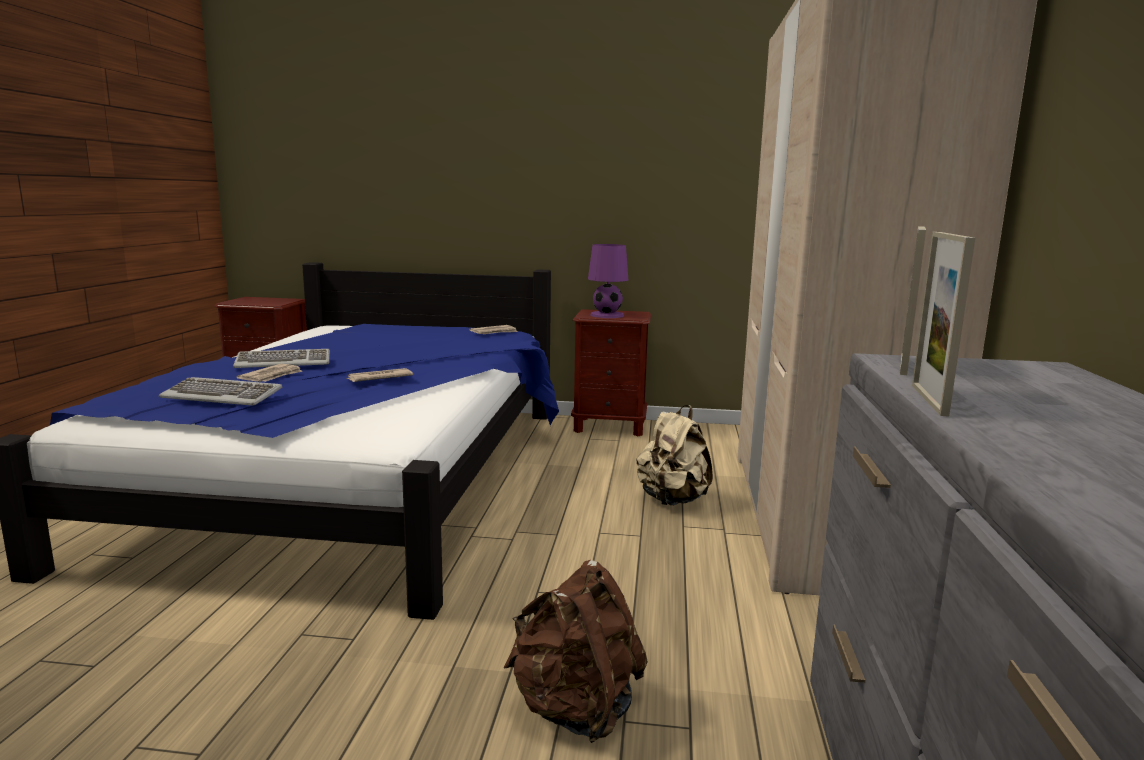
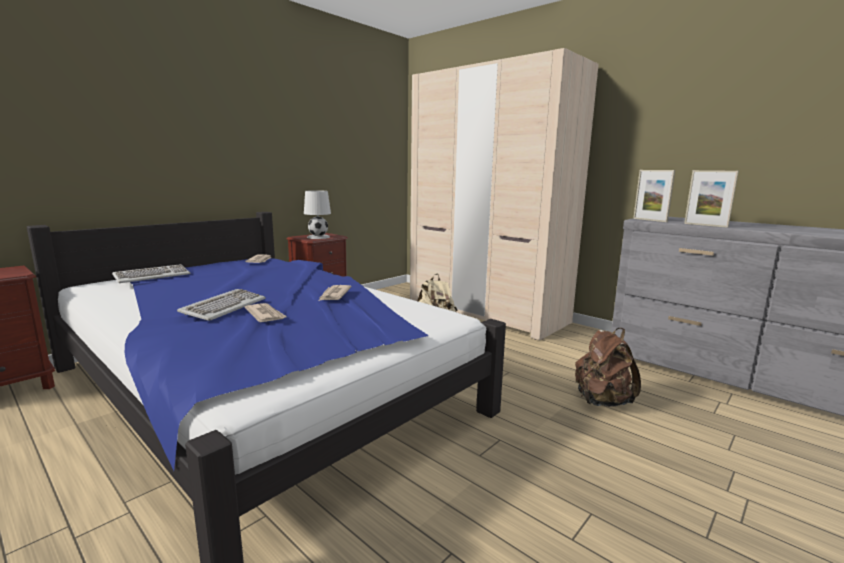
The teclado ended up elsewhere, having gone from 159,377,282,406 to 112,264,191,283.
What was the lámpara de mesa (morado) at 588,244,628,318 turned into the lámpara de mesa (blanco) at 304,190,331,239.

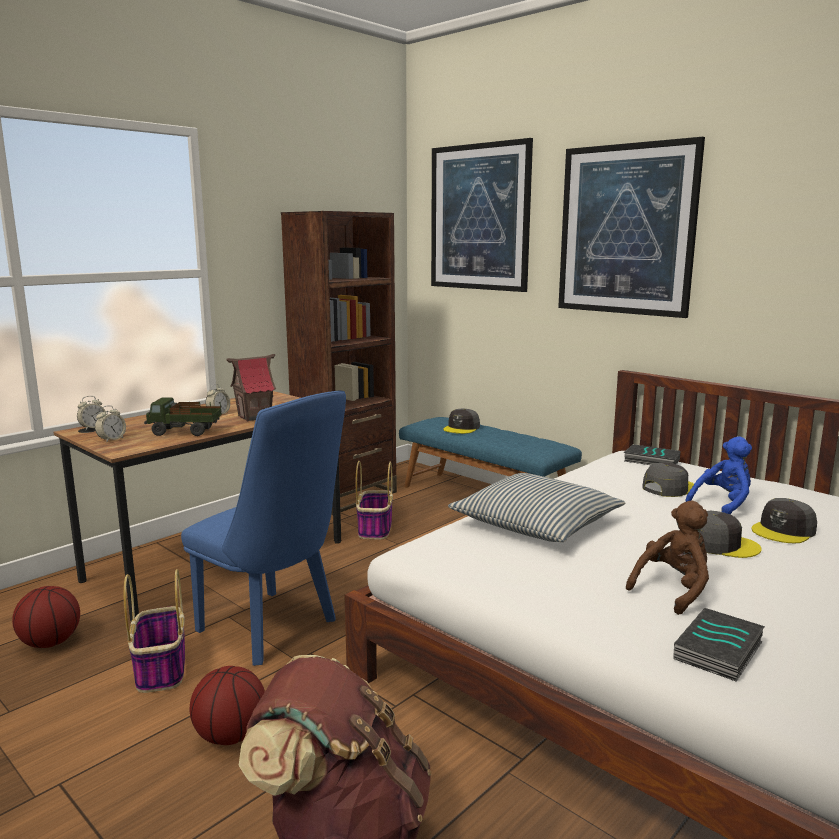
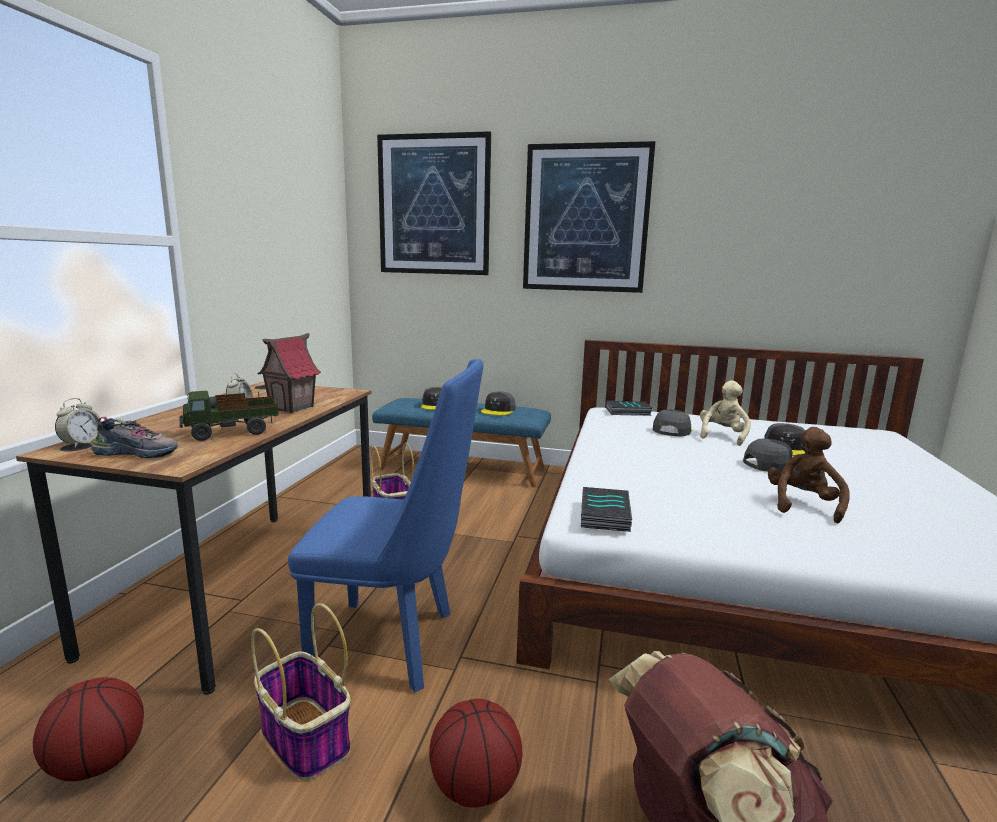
The second view lost the estantería (marrón) at 281,211,397,515.
The second view lost the cojín at 448,473,626,542.
The second view gained the gorra (gris) at 481,391,516,416.
The libro ended up elsewhere, having gone from 673,608,765,682 to 581,487,632,532.
Where the despertador stood at 95,405,126,443, the zapato came to stand at 90,417,178,458.
What was the peluche (azul) at 685,436,752,514 turned into the peluche (beis) at 700,380,751,446.

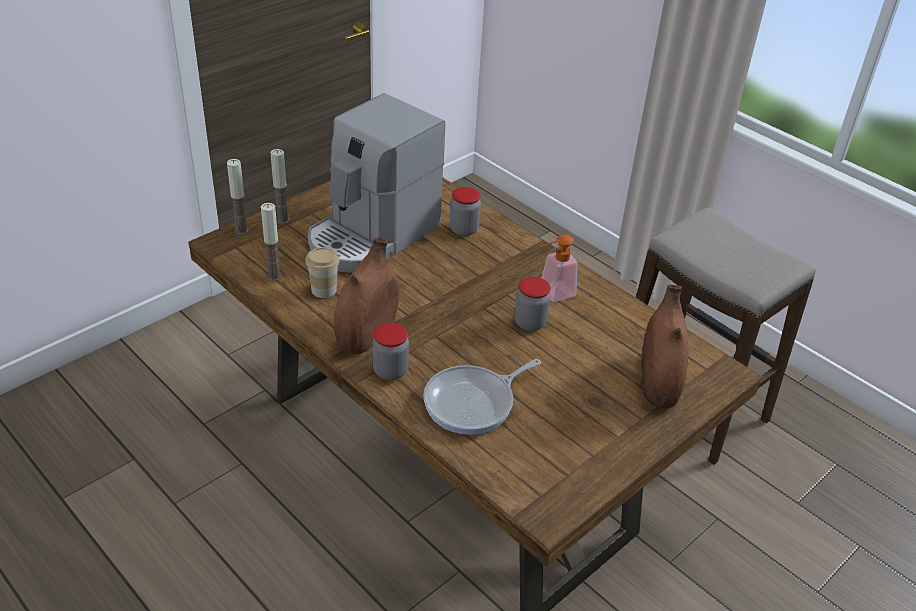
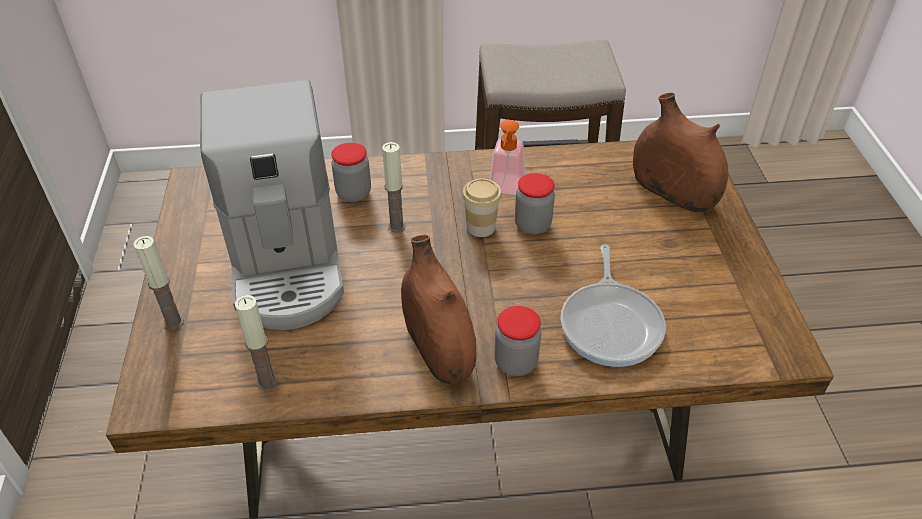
The vela ended up elsewhere, having gone from 227,159,249,235 to 382,142,405,233.
The taza ended up elsewhere, having gone from 305,247,340,298 to 462,178,502,237.

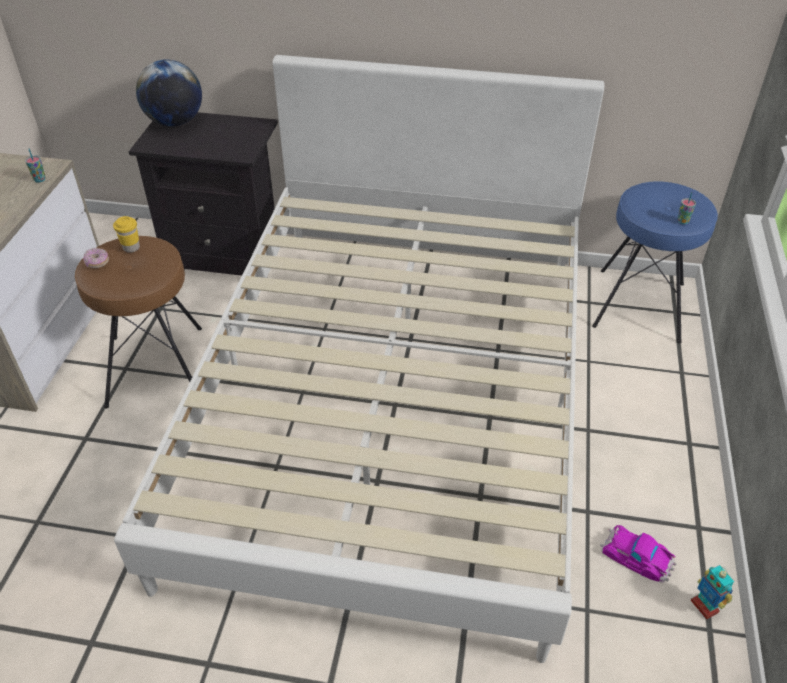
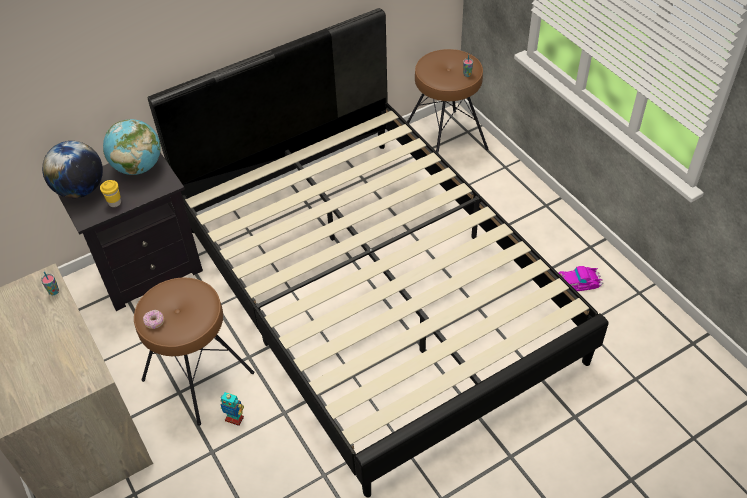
The second view gained the globo terráqueo at 103,119,161,175.
The taza (amarillo) ended up elsewhere, having gone from 113,216,140,253 to 100,180,121,207.
The robot de juguete ended up elsewhere, having gone from 691,565,734,620 to 221,392,244,426.
What was the cama (blanco) at 114,55,604,663 turned into the cama (negro) at 147,8,609,498.
What was the taburete (azul) at 592,181,718,343 turned into the taburete (marrón) at 407,49,489,154.

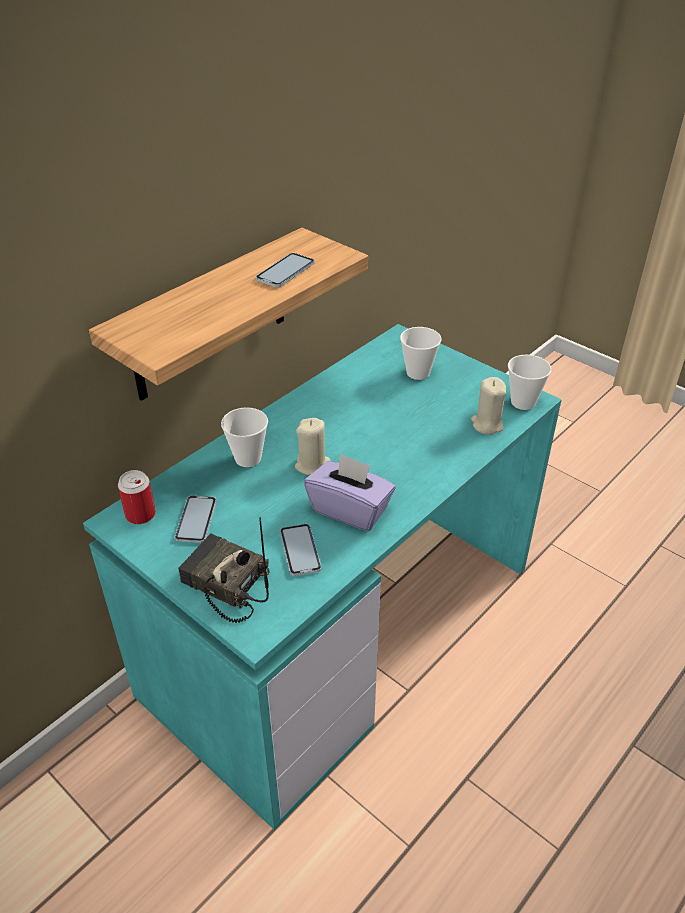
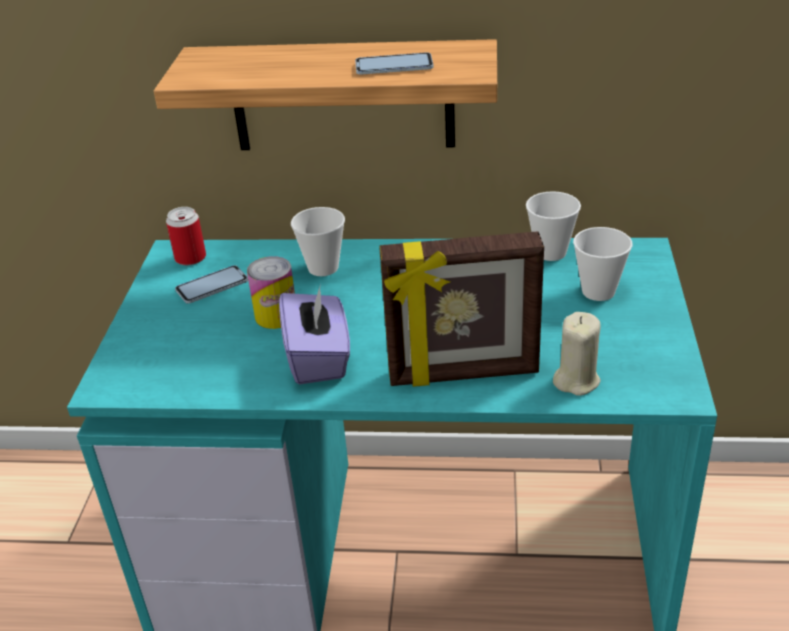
The second view lost the radio at 178,517,270,623.
The second view lost the móvil at 280,524,322,576.
The second view lost the vela (beis) at 295,418,331,475.
The second view gained the lata at 247,256,295,329.
The second view gained the portarretratos at 379,231,544,387.
The taza ended up elsewhere, having gone from 508,355,552,410 to 526,191,581,261.

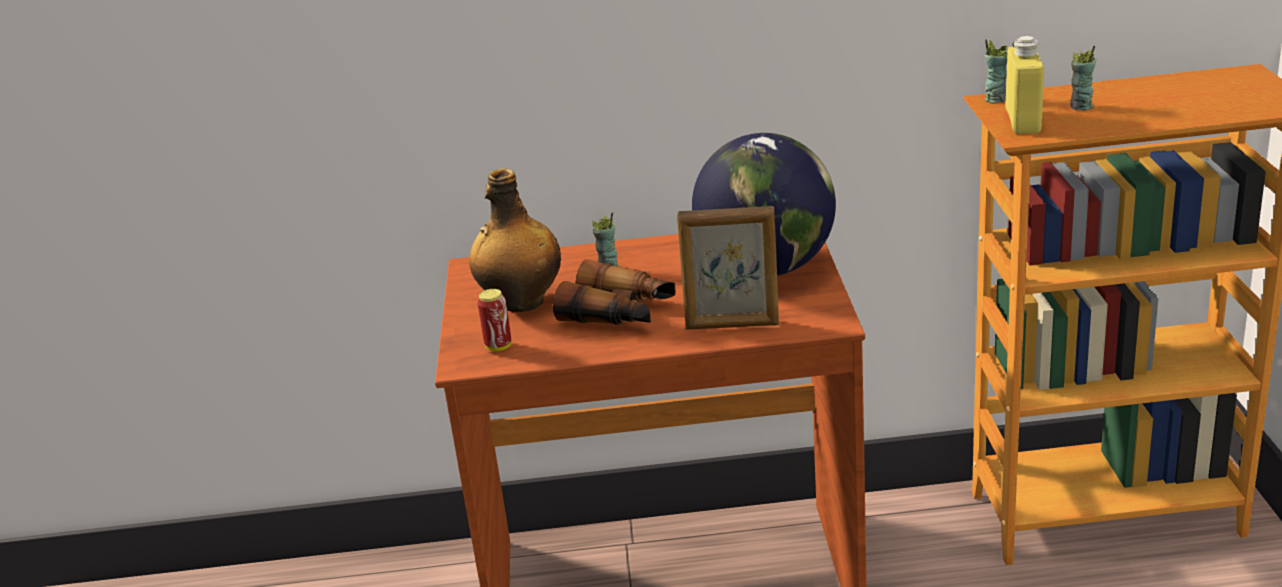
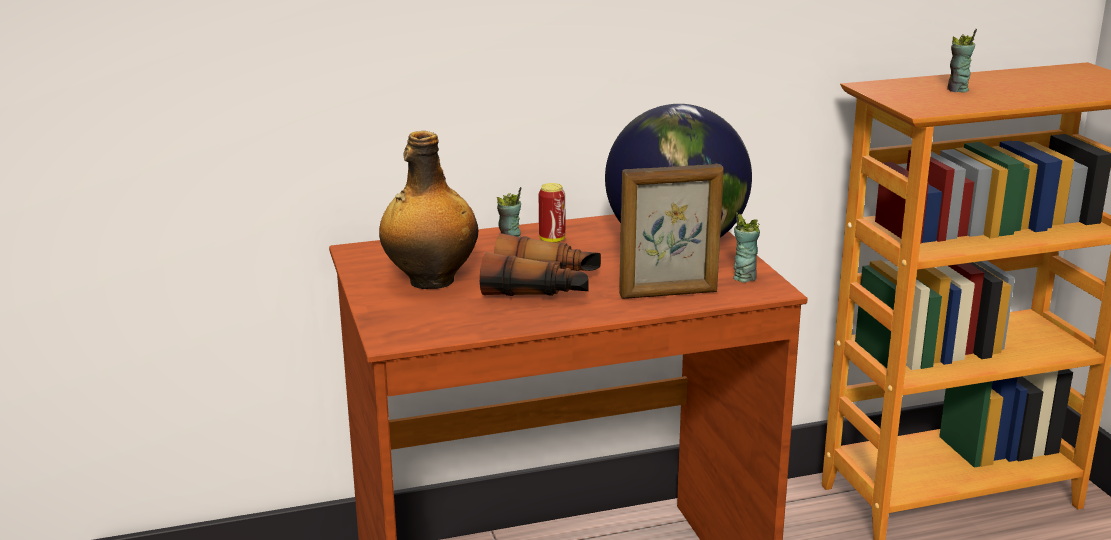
The second view lost the botella (amarillo) at 1006,36,1044,134.
The lata ended up elsewhere, having gone from 477,289,512,351 to 539,183,565,243.
The taza ended up elsewhere, having gone from 985,39,1007,104 to 733,212,760,283.

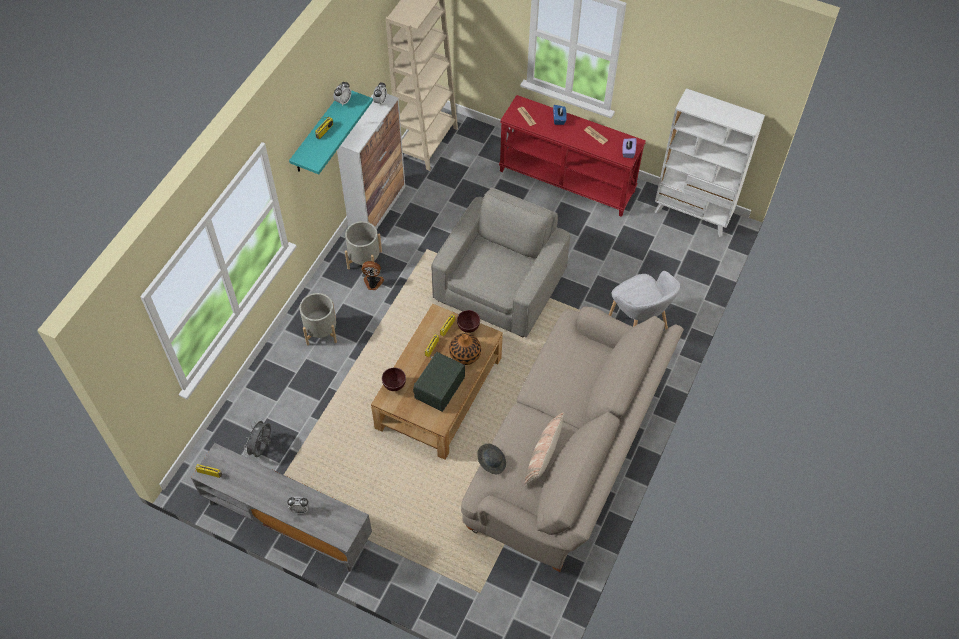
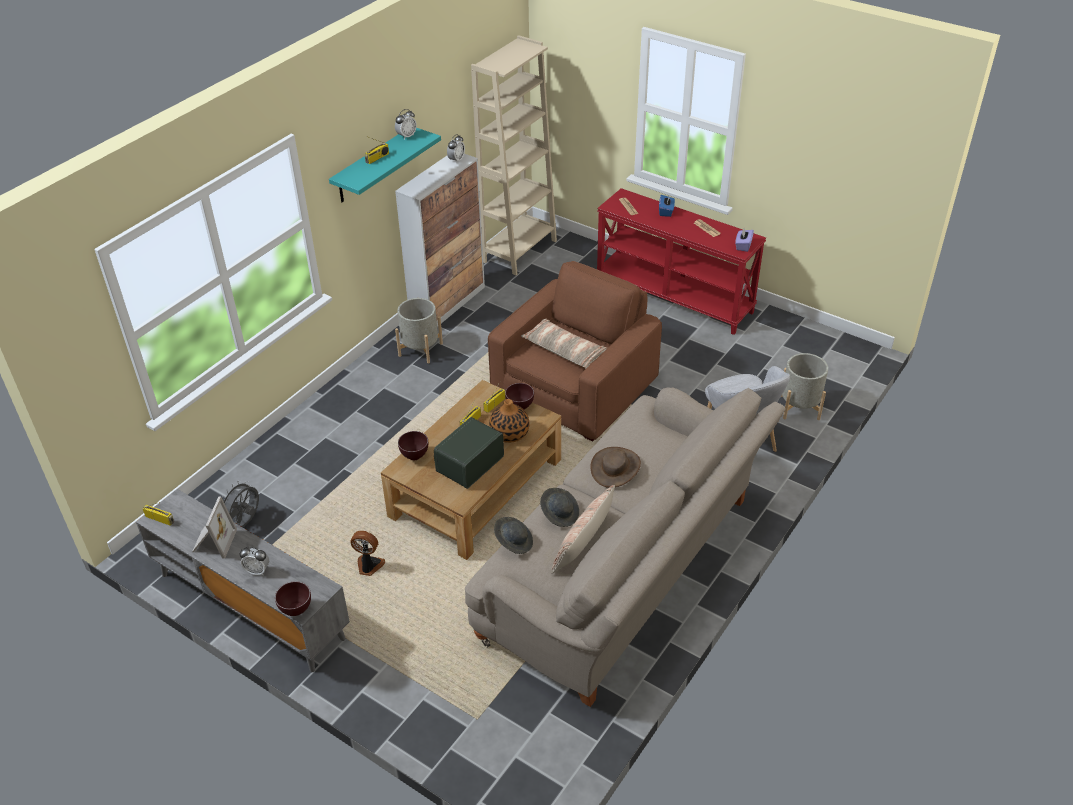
The second view lost the estantería (blanco) at 654,88,765,237.
The second view gained the portarretratos at 192,497,237,559.
The second view gained the cuenco (marrón) at 275,581,311,616.
The second view gained the cojín at 521,319,607,368.
The second view gained the sombrero (gris) at 540,488,579,527.
The second view gained the sombrero (marrón) at 590,447,641,488.
The maceta (gris) ended up elsewhere, having gone from 299,293,337,345 to 781,353,828,420.
The ventilador ended up elsewhere, having gone from 362,261,384,290 to 351,531,385,576.
What was the sillón (gris) at 431,187,570,337 turned into the sillón (marrón) at 488,261,662,442.

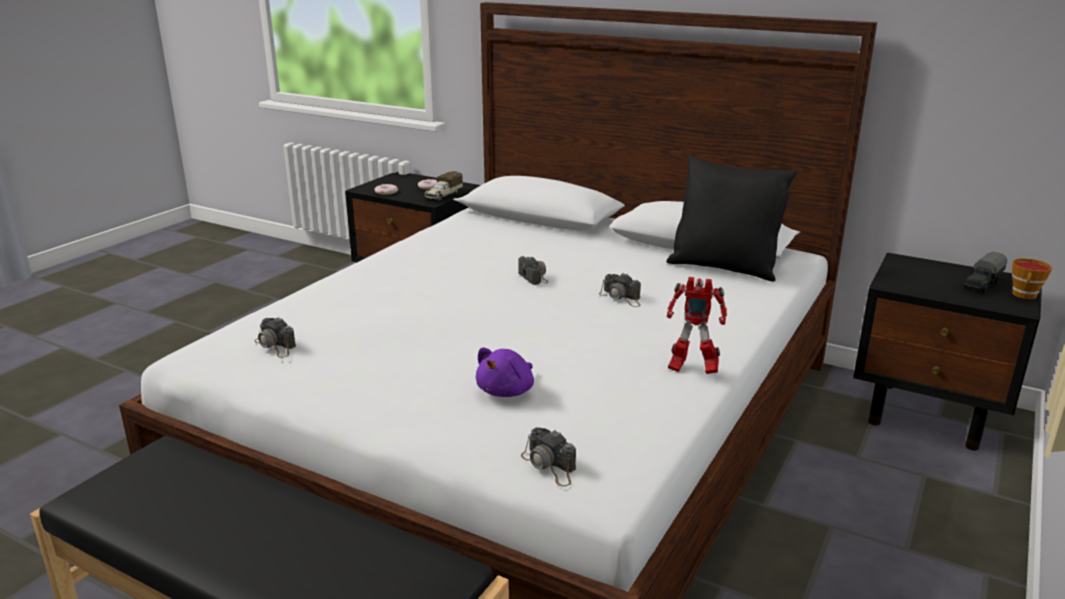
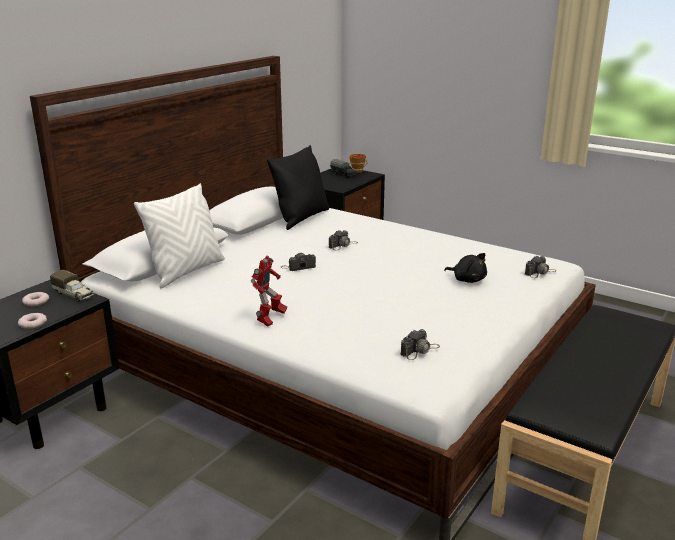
The second view gained the cojín (blanco) at 134,183,225,288.
The robot de juguete ended up elsewhere, having gone from 667,277,727,374 to 251,256,287,327.
What was the peluche (morado) at 476,347,534,397 turned into the peluche (negro) at 444,253,487,283.

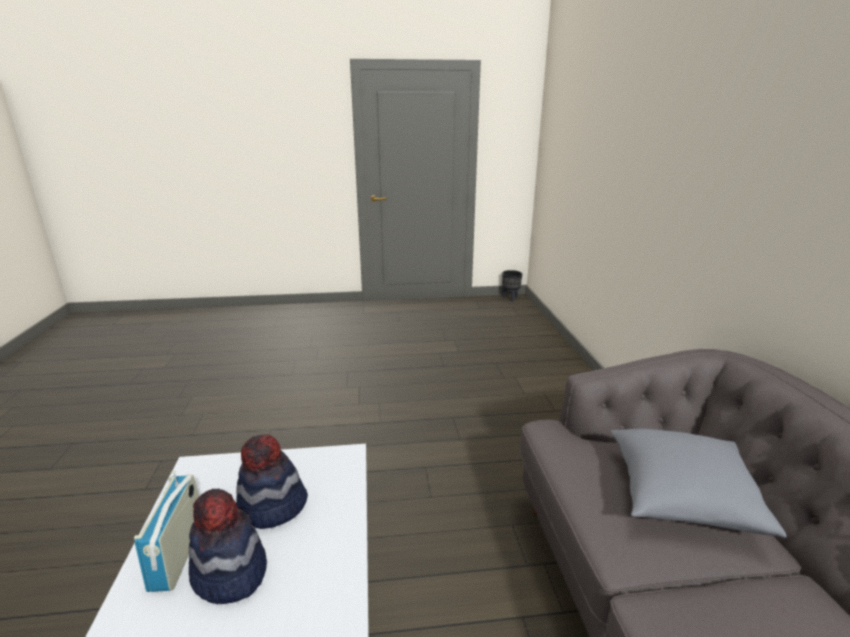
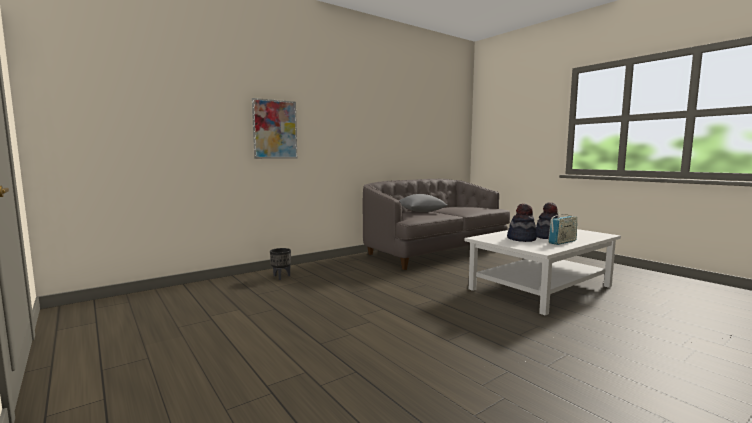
The second view gained the cuadro at 252,98,297,159.
The maceta (negro) ended up elsewhere, having gone from 502,270,522,301 to 270,248,291,280.

